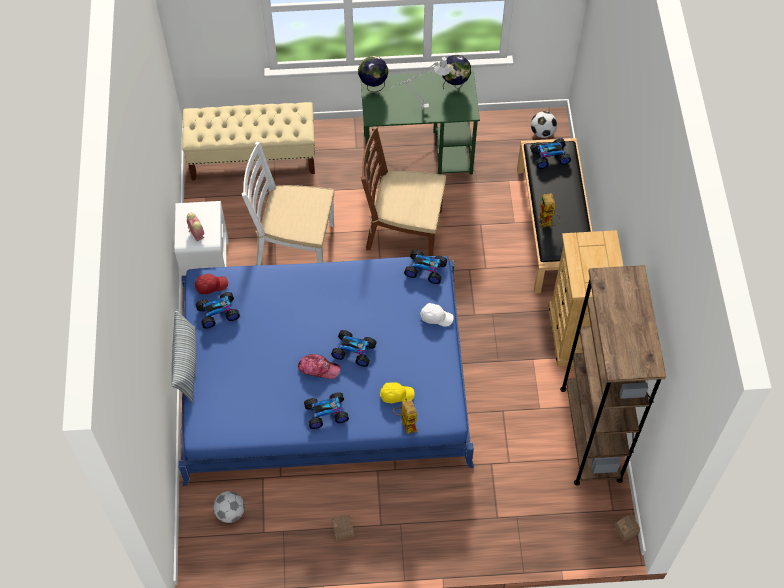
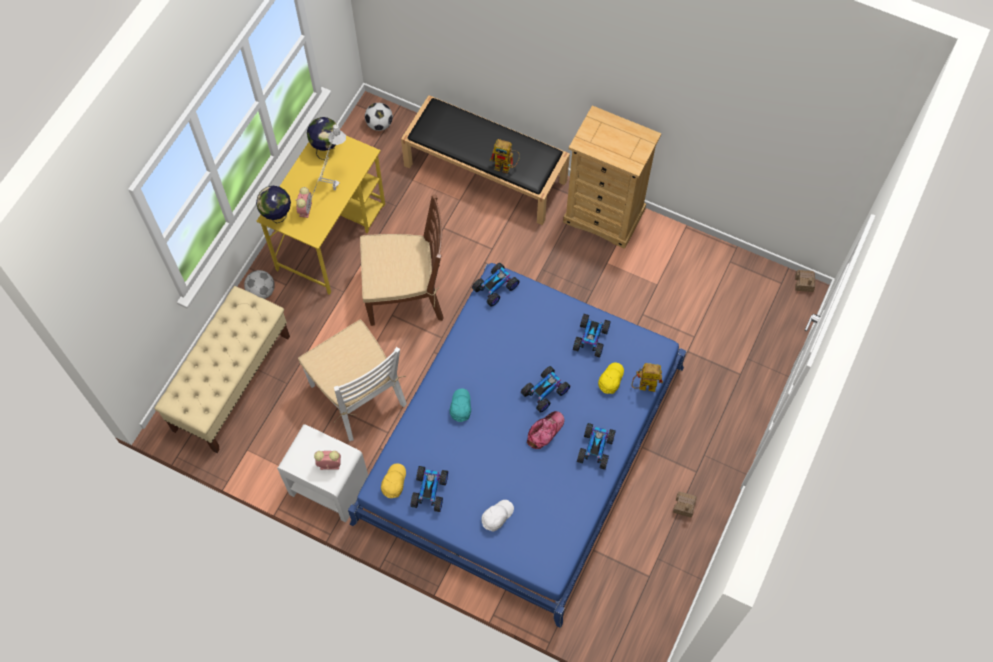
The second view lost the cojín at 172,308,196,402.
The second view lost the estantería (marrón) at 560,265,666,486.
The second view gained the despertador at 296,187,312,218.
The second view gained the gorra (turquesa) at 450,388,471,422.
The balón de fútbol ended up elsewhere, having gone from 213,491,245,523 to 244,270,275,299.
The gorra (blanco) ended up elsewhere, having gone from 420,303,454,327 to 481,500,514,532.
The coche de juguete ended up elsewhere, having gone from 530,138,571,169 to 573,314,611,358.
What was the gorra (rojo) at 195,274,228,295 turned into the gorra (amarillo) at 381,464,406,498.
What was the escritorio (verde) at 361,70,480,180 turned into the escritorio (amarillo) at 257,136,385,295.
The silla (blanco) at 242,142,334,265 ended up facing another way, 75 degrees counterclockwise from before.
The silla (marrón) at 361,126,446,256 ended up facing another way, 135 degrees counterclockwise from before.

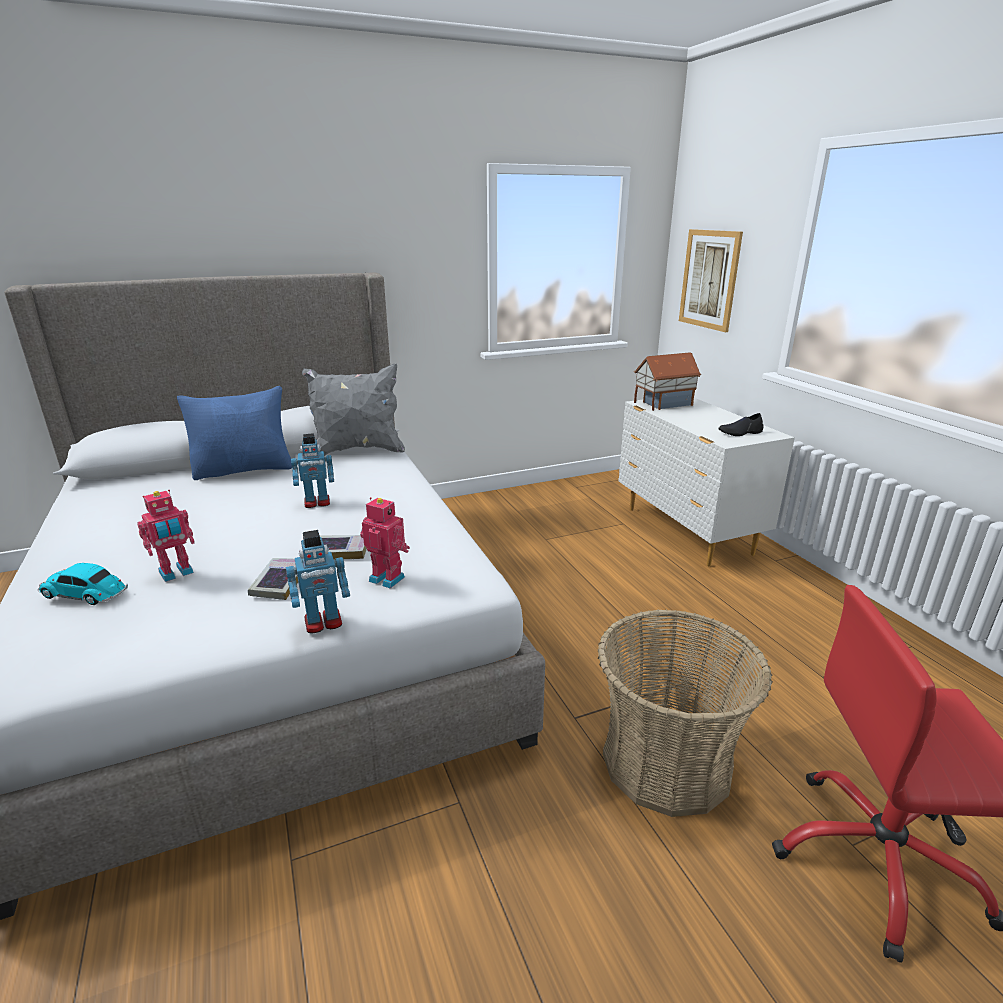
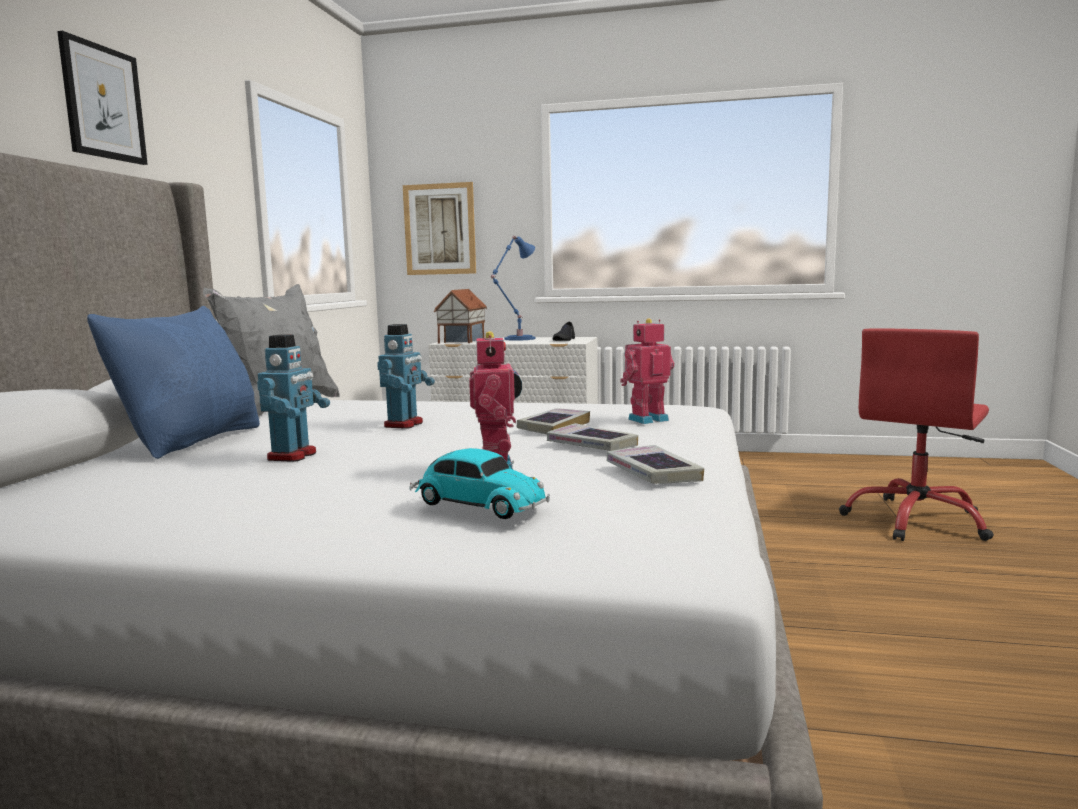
The second view lost the cesta at 598,609,773,817.
The second view gained the cuadro at 57,31,148,165.
The second view gained the lámpara de mesa (azul) at 491,236,535,341.
The second view gained the libro at 607,445,704,484.
The robot de juguete ended up elsewhere, having gone from 286,530,350,633 to 257,335,330,462.
The coche de juguete at 38,563,128,605 ended up facing another way, 105 degrees counterclockwise from before.

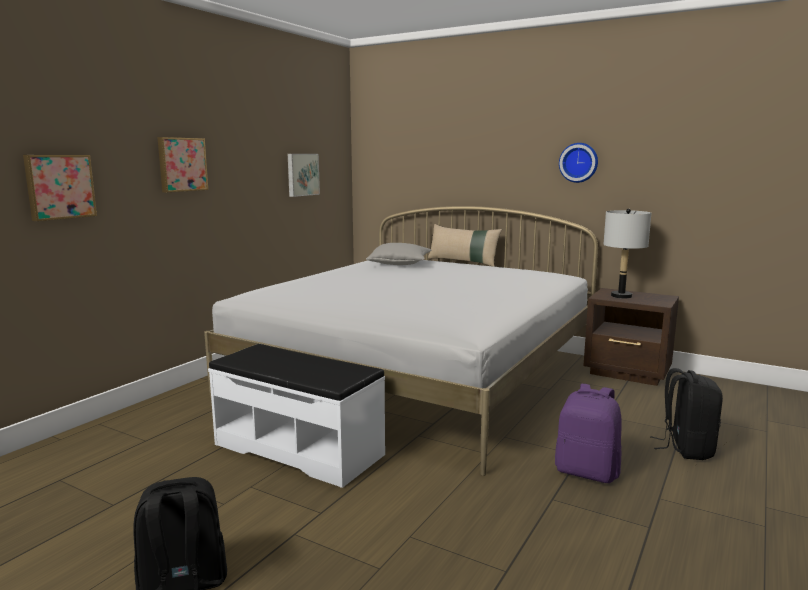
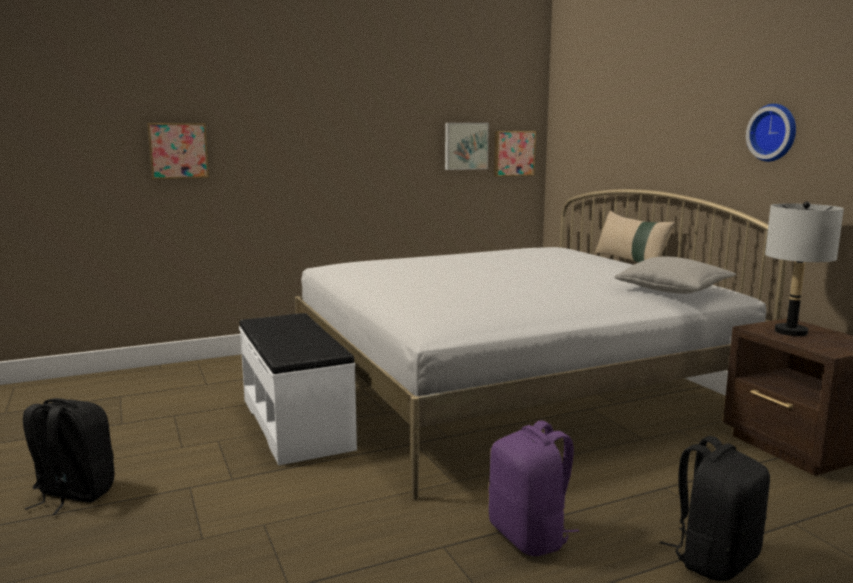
The cuadro ended up elsewhere, having gone from 157,137,208,192 to 494,131,536,177.
The cojín (gris) ended up elsewhere, having gone from 366,243,431,265 to 614,256,736,294.

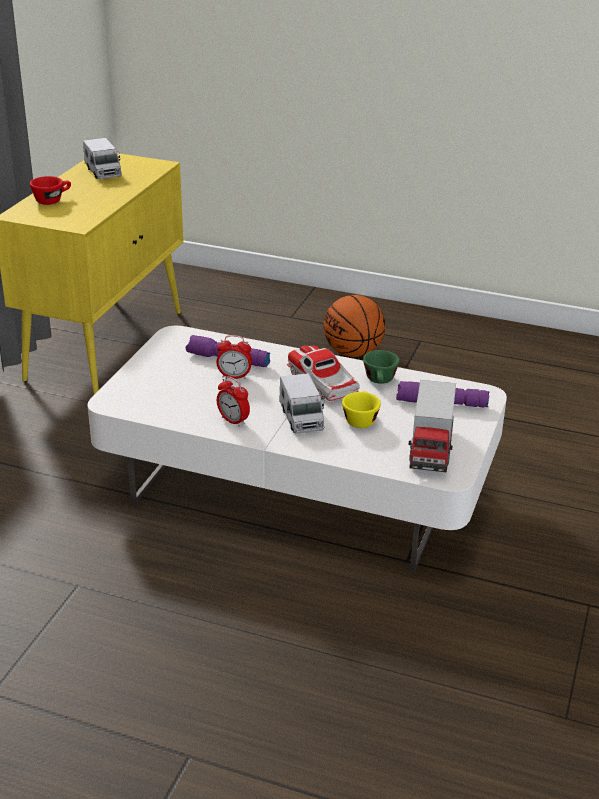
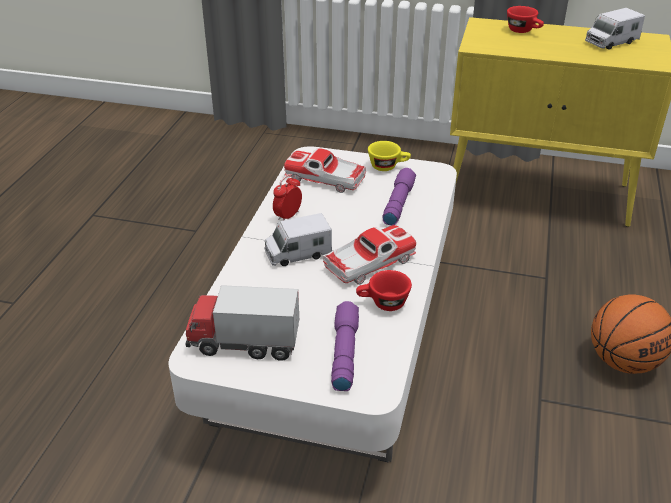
The second view lost the despertador at 216,335,252,379.
The second view gained the coche de juguete at 284,148,366,193.
The taza (amarillo) ended up elsewhere, having gone from 342,391,381,428 to 368,141,411,171.
What was the taza (verde) at 363,350,400,384 turned into the taza (rojo) at 356,270,412,311.

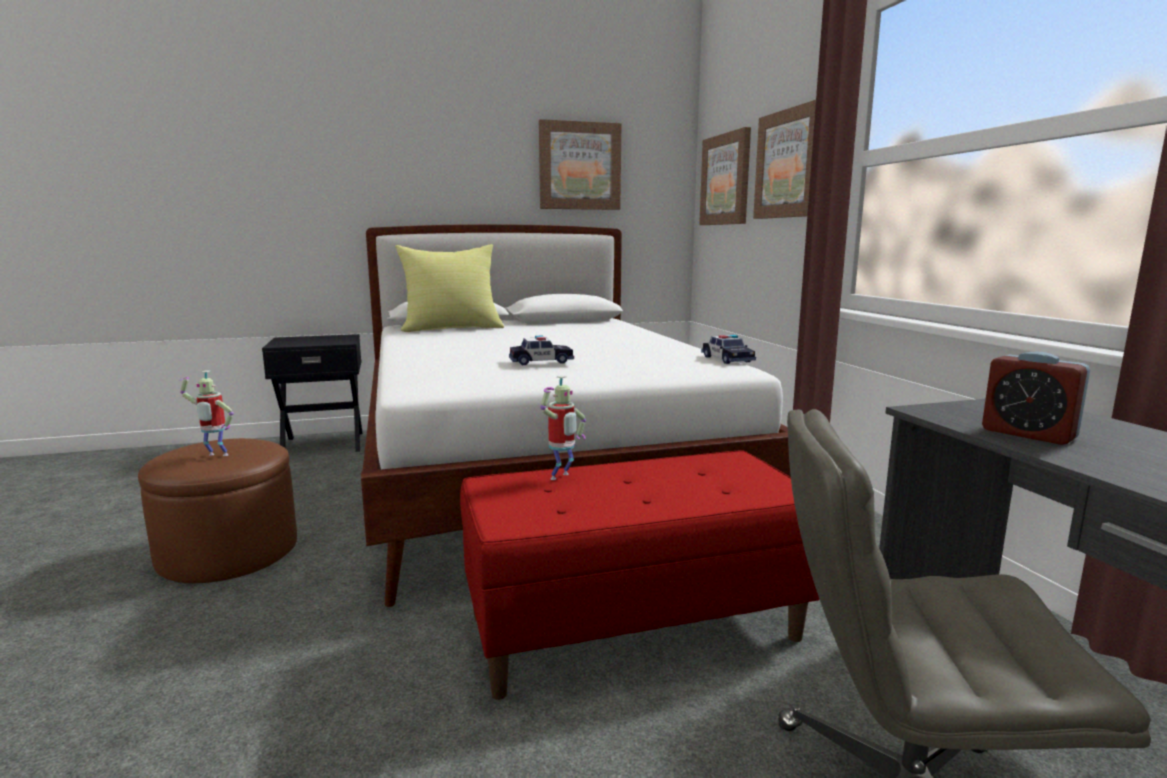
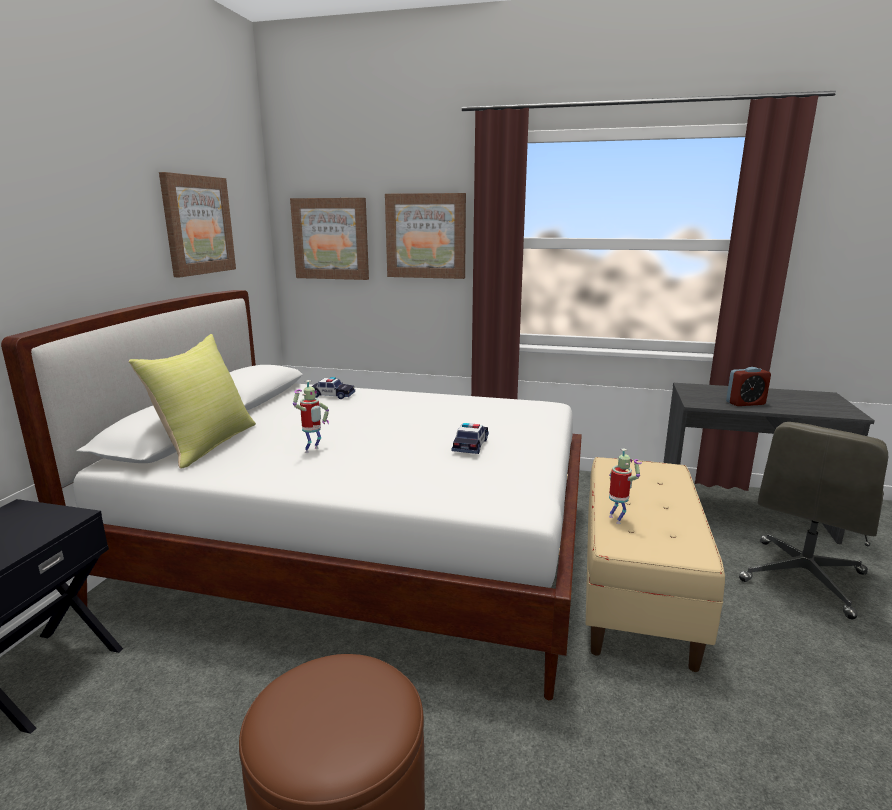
The robot de juguete ended up elsewhere, having gone from 180,371,234,456 to 293,380,329,453.
The coche de juguete ended up elsewhere, having gone from 701,335,756,364 to 311,377,355,399.
What was the banco (rojo) at 460,451,819,700 turned into the banco (beis) at 586,457,725,672.

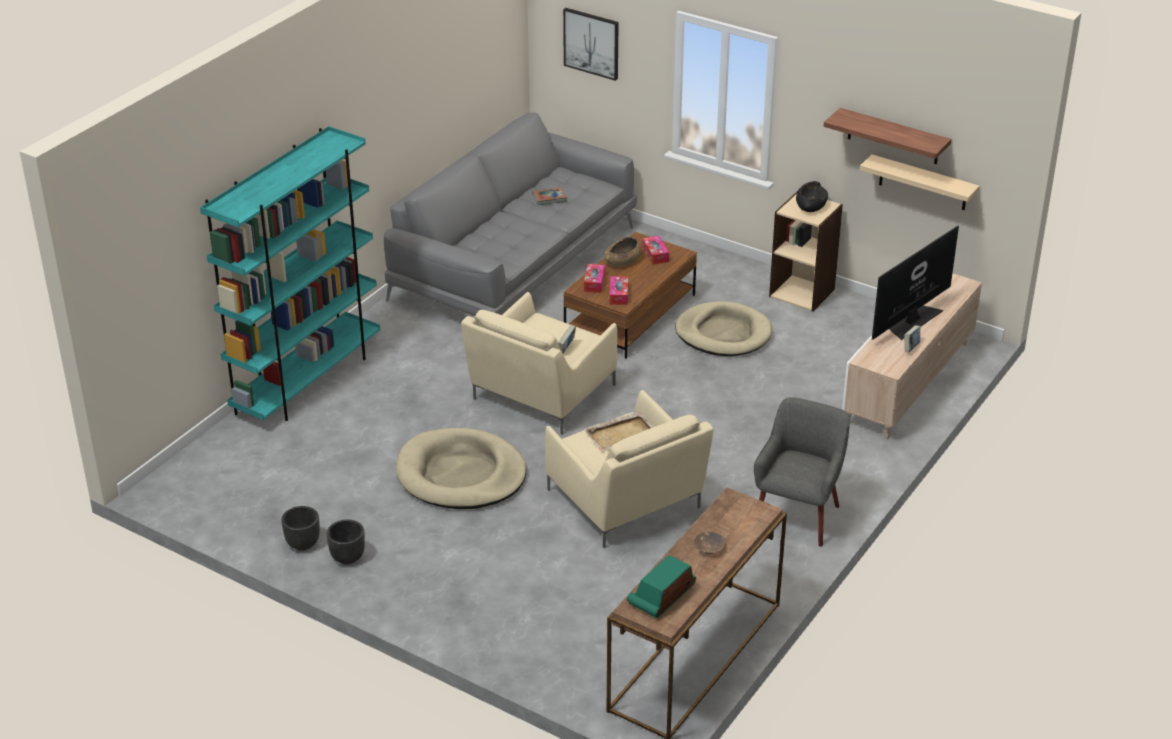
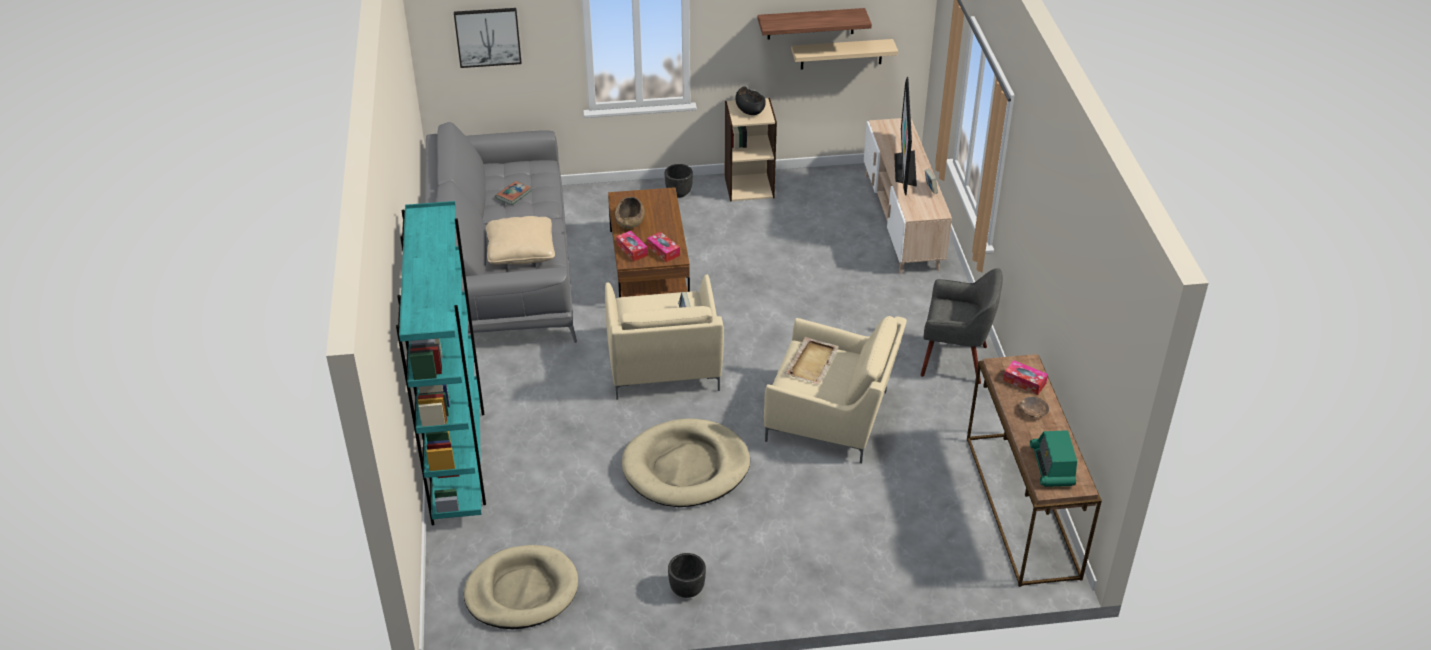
The second view gained the cojín (beis) at 486,216,555,265.
The maceta (negro) ended up elsewhere, having gone from 281,506,320,551 to 665,164,693,198.
The caja de pañuelos ended up elsewhere, having gone from 642,236,669,265 to 1003,360,1048,395.
The cama para perro (beis) ended up elsewhere, having gone from 675,301,772,356 to 464,545,578,629.
The sillón (gris) at 754,397,850,547 ended up facing another way, 120 degrees clockwise from before.

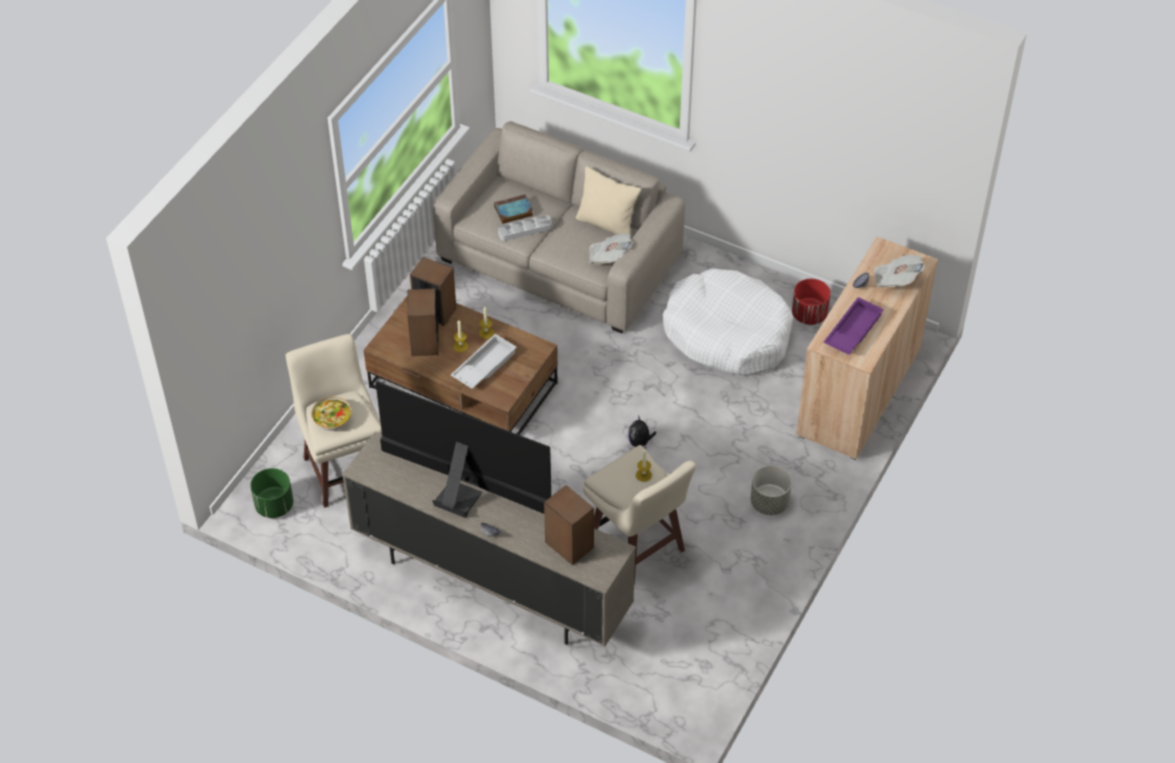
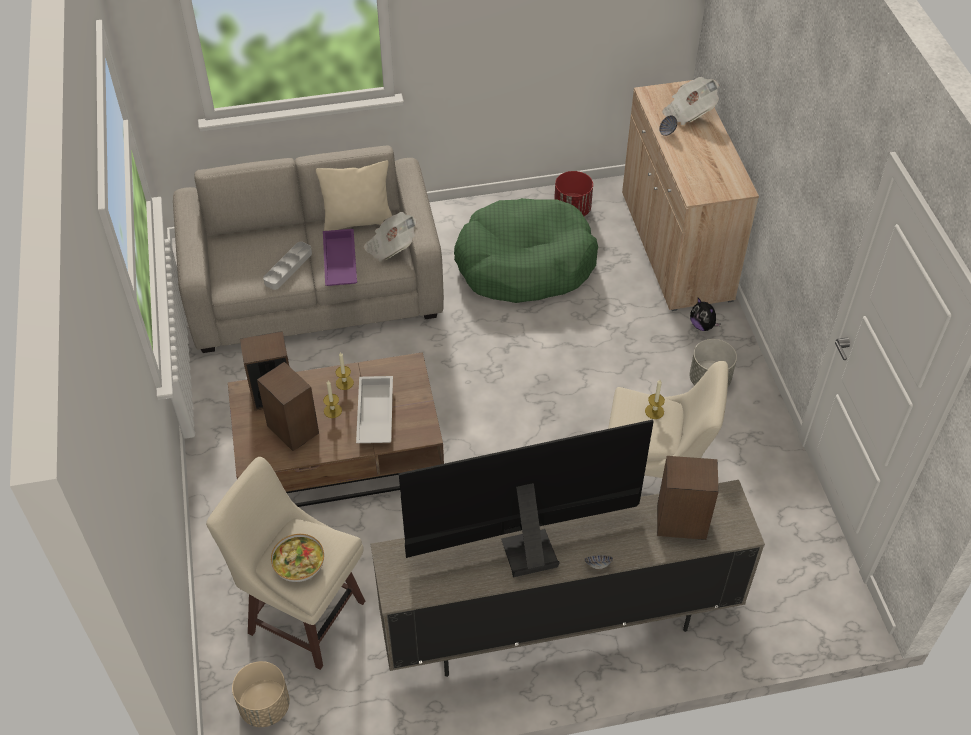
The second view lost the libro at 494,194,533,224.
The peluche ended up elsewhere, having gone from 628,415,656,450 to 690,298,720,331.
The bandeja (morado) ended up elsewhere, having gone from 823,297,884,355 to 323,229,357,286.
What was the maceta (verde) at 250,468,293,518 turned into the maceta (beis) at 232,661,290,727.
What was the cama para perro (blanco) at 662,268,793,376 turned into the cama para perro (verde) at 454,198,598,303.

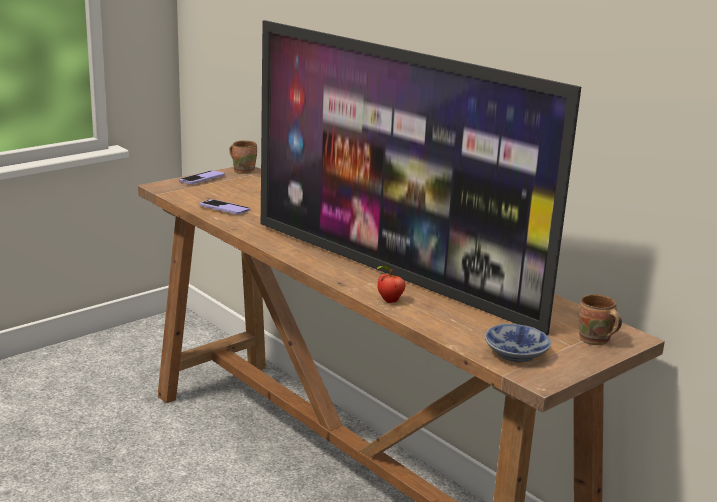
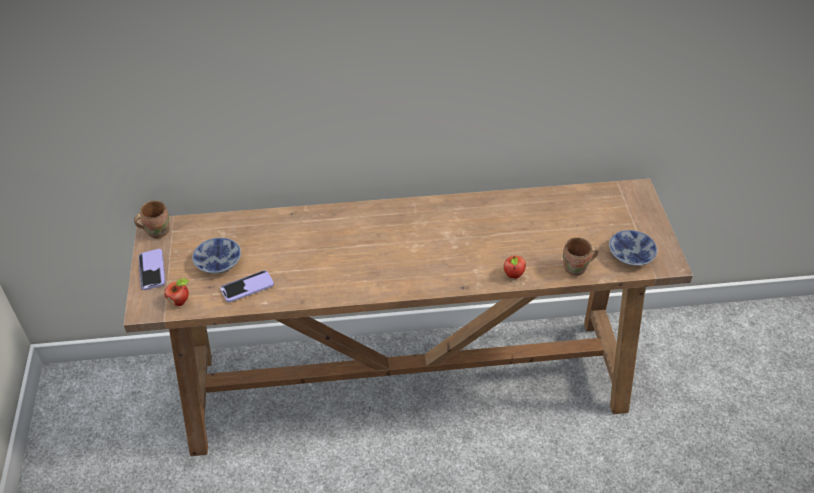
The second view lost the televisor at 261,20,581,335.
The second view gained the manzana at 164,278,189,306.
The second view gained the cuenco at 192,238,241,274.
The taza grande (marrón) ended up elsewhere, having gone from 578,294,622,345 to 563,237,598,276.

